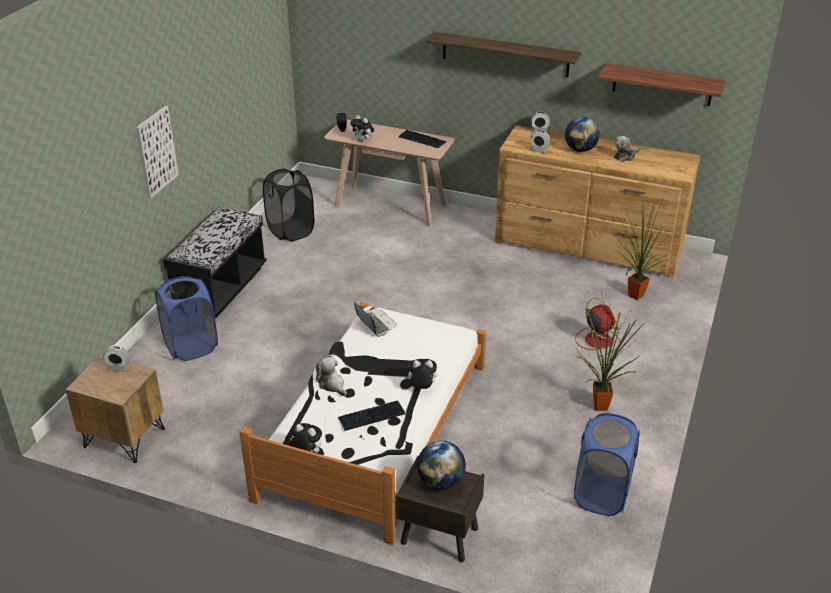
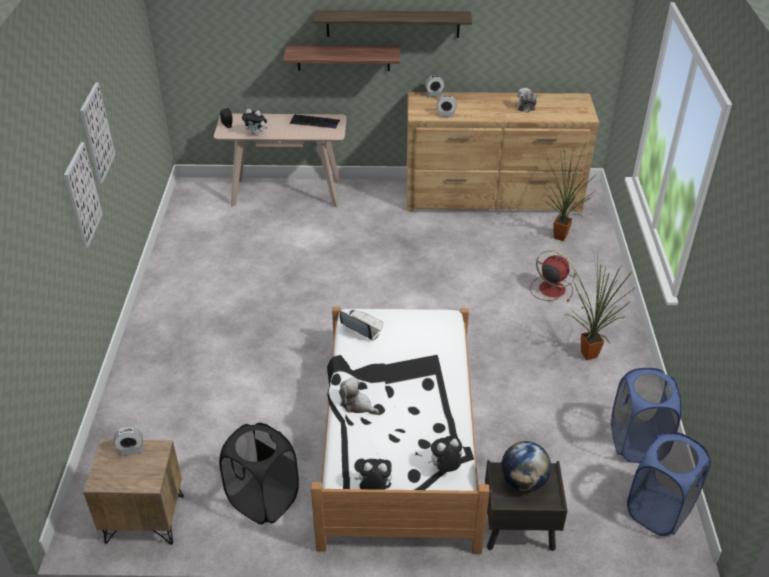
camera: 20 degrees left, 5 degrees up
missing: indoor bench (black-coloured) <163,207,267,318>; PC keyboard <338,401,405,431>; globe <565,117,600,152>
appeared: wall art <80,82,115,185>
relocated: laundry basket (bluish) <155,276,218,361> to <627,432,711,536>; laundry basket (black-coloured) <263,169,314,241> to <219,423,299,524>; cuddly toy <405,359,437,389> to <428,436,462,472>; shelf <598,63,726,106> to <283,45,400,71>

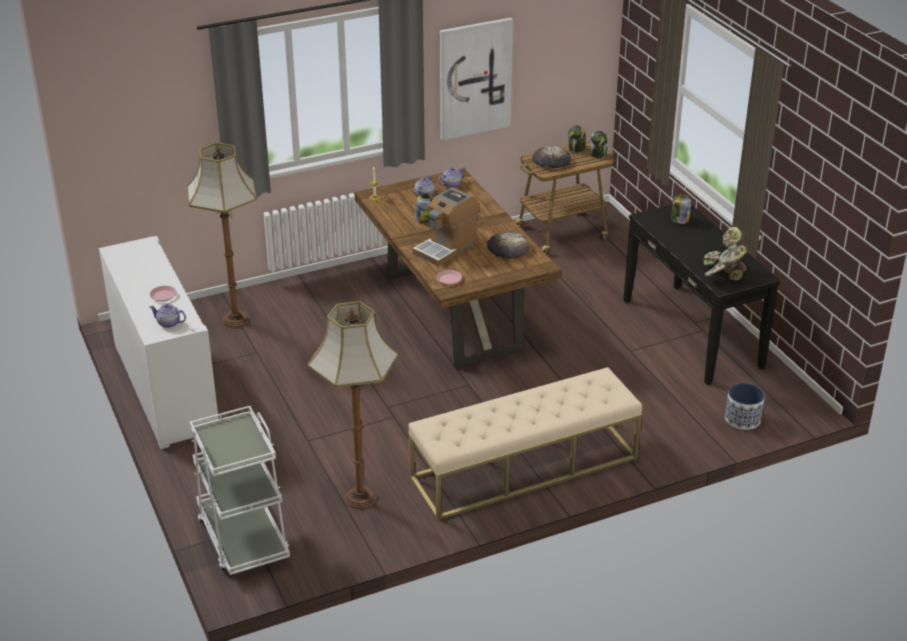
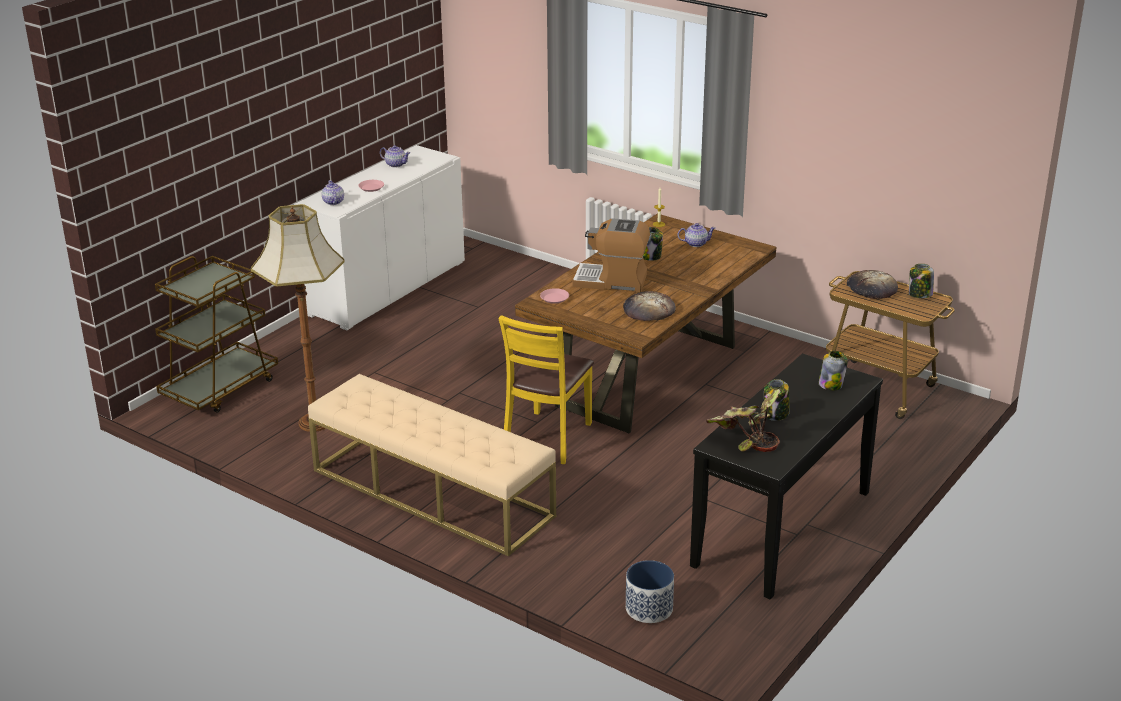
camera: 60 degrees right, 5 degrees down
missing: standard lamp <187,143,257,328>; wall art <440,18,513,140>
appeared: upright chair (yellow-coloured) <498,315,594,464>
relocated: teapot <438,167,465,188> to <380,145,410,168>; storage jar <590,131,607,158> to <764,379,790,421>
colour: cart (white-coloured) <190,406,290,575> to cart (brown-coloured) <155,256,278,413>

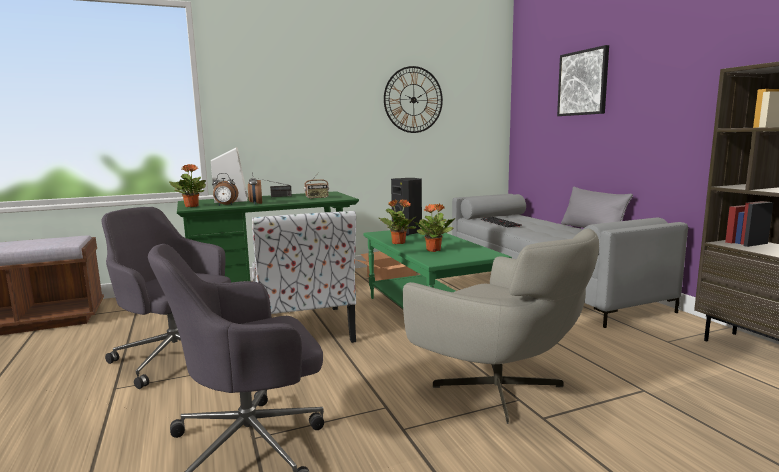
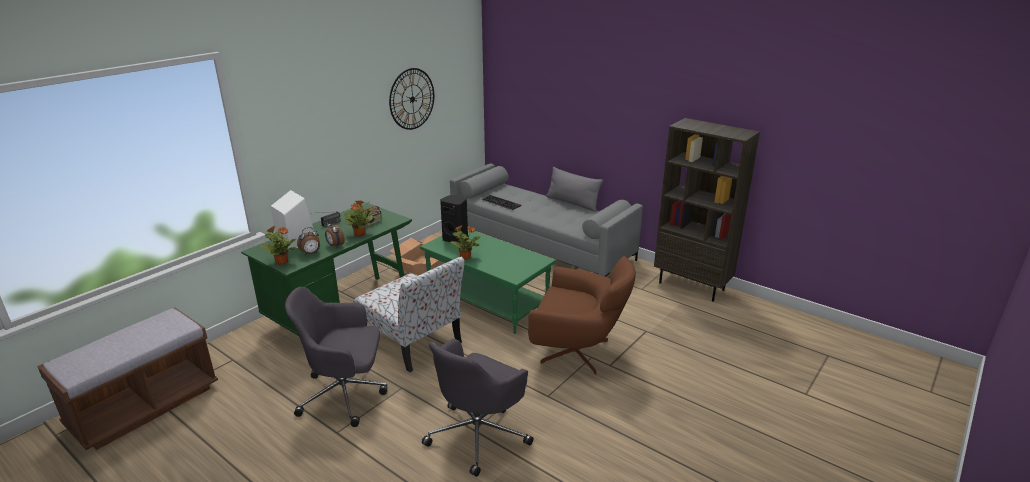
camera: 30 degrees left, 15 degrees up
missing: wall art <557,45,609,116>
relocated: potted plant <414,204,456,252> to <344,200,373,237>
colour: armchair (grey) <403,229,599,424> to armchair (brown-coloured) <528,256,636,375>

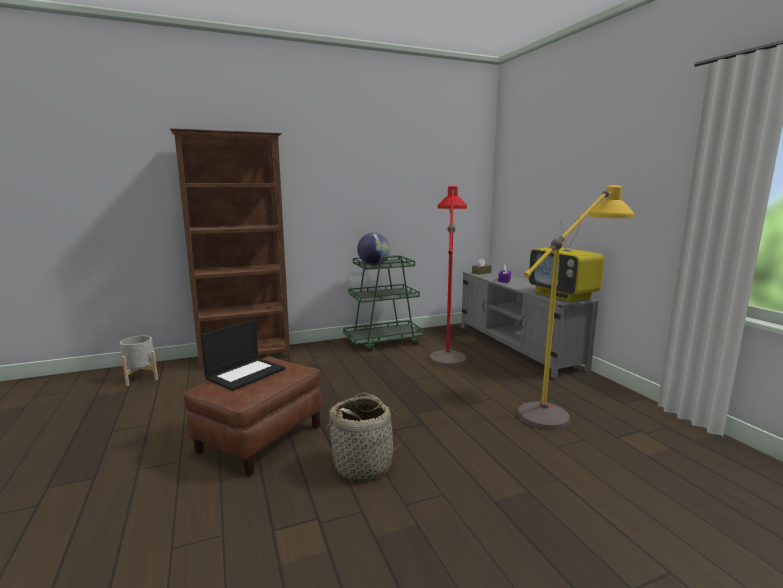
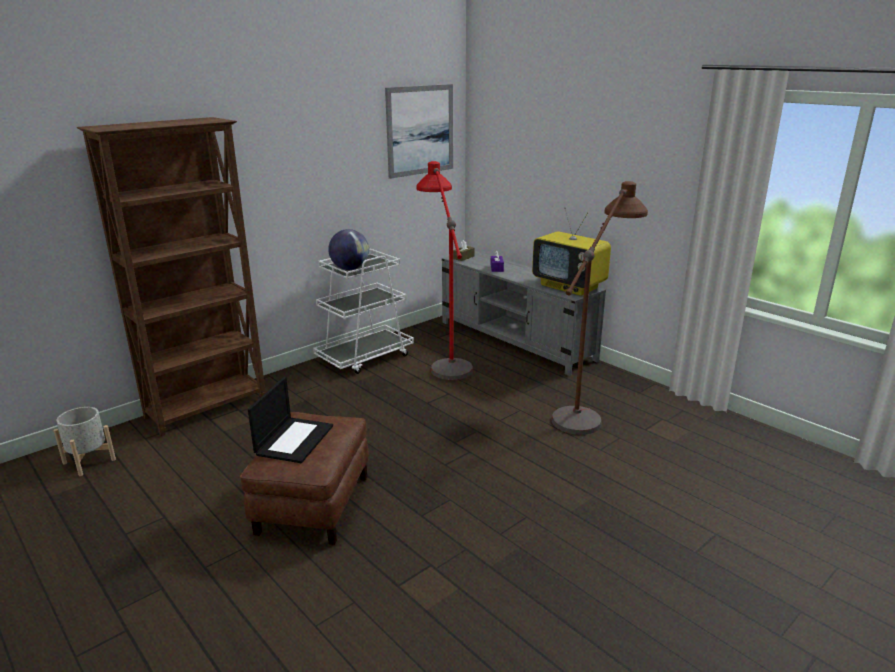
camera: 20 degrees left, 10 degrees up
missing: household basket <324,392,406,481>
appeared: wall art <385,84,453,179>
colour: cart (greenish) <343,255,425,352> to cart (white-coloured) <313,249,414,374>; standard lamp (yellow-coloured) <517,185,634,430> to standard lamp (brown-coloured) <551,181,648,435>

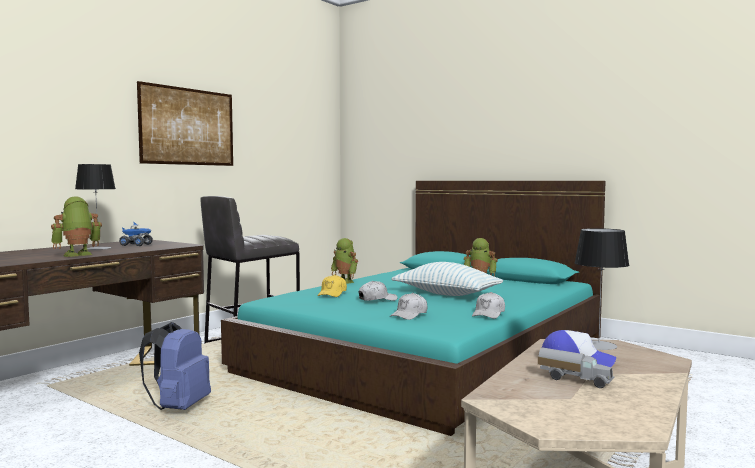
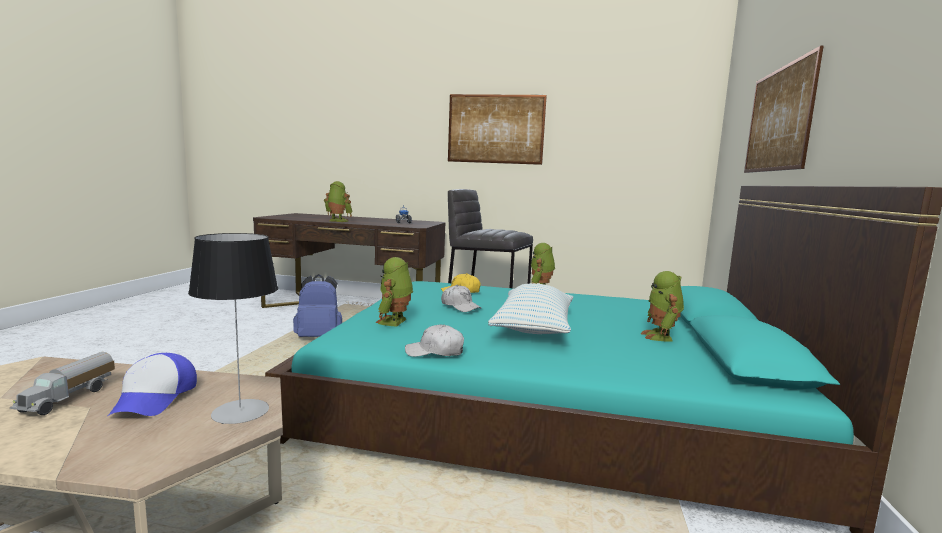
camera: 65 degrees right, 5 degrees up
missing: lamp for a table <75,164,115,250>
appeared: wall art <744,45,824,173>
exchanged: peaked cap (white-coloured) <390,293,427,320> to toy robot <376,257,413,327>

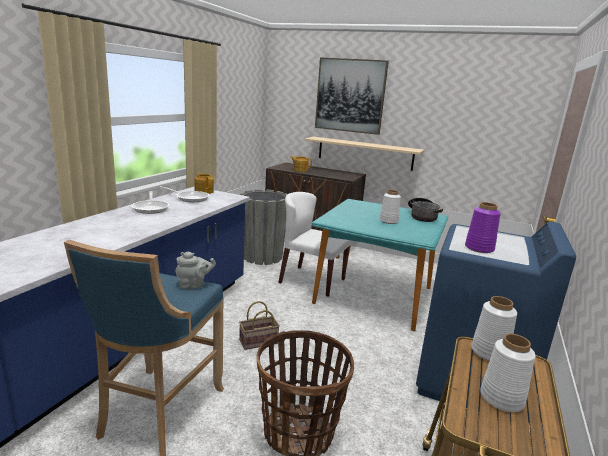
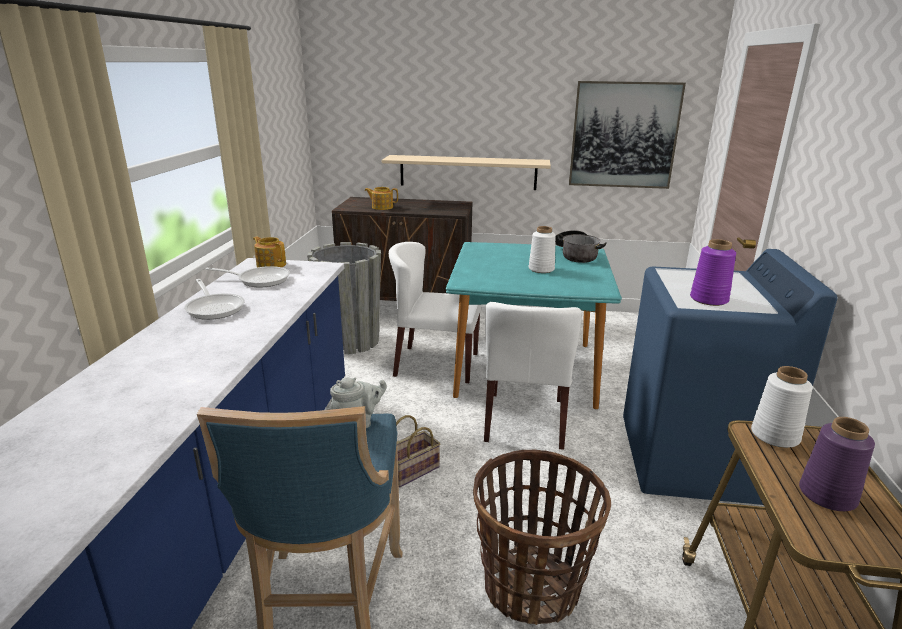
camera: 15 degrees left, 5 degrees up
appeared: upright chair (white-coloured) <484,302,582,450>
relocated: wall art <315,57,389,135> to <569,81,686,189>
colour: flower vase (white-coloured) <480,334,535,412> to flower vase (purple) <799,417,875,511>

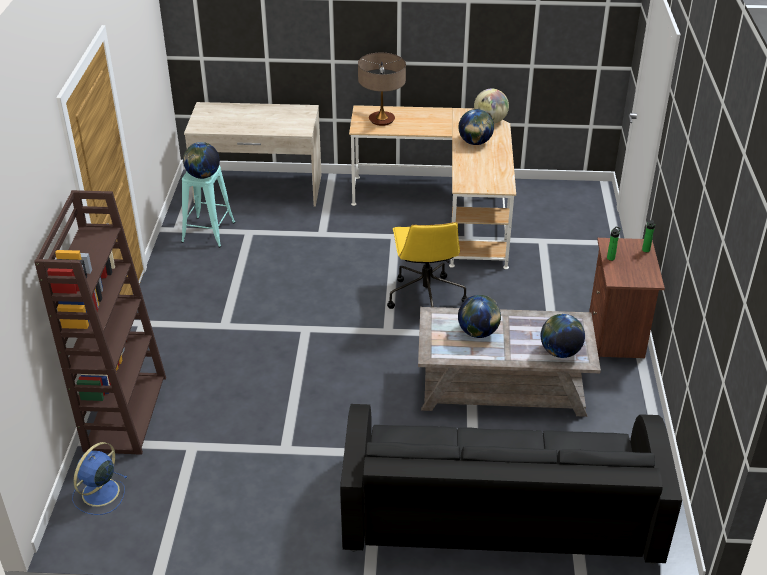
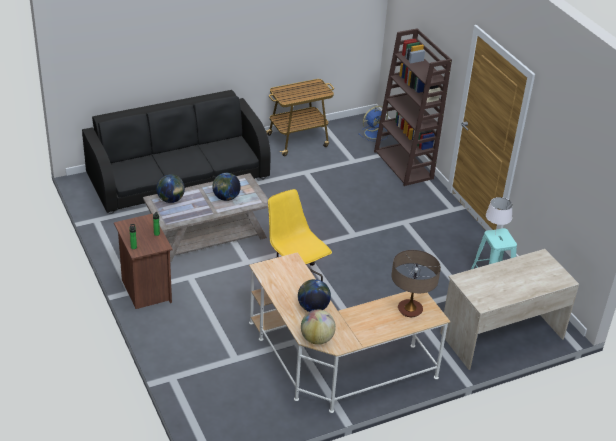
camera: 150 degrees right, 0 degrees up
appeared: cart <266,79,334,156>
exchanged: globe <183,142,220,179> to lamp for a table (white-coloured) <486,197,512,234>
spun: fan (bluish) <72,442,128,515> = <359,106,388,141> 60 degrees clockwise

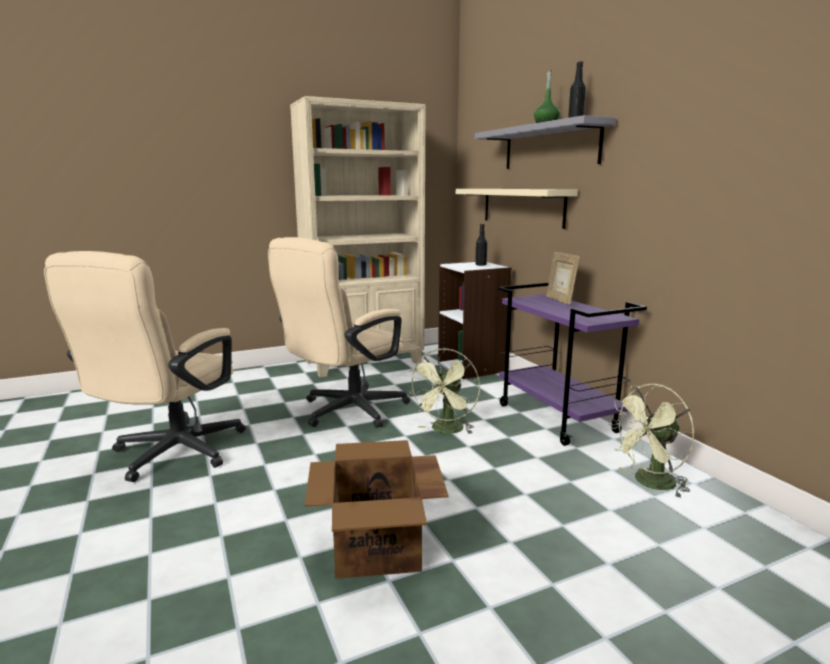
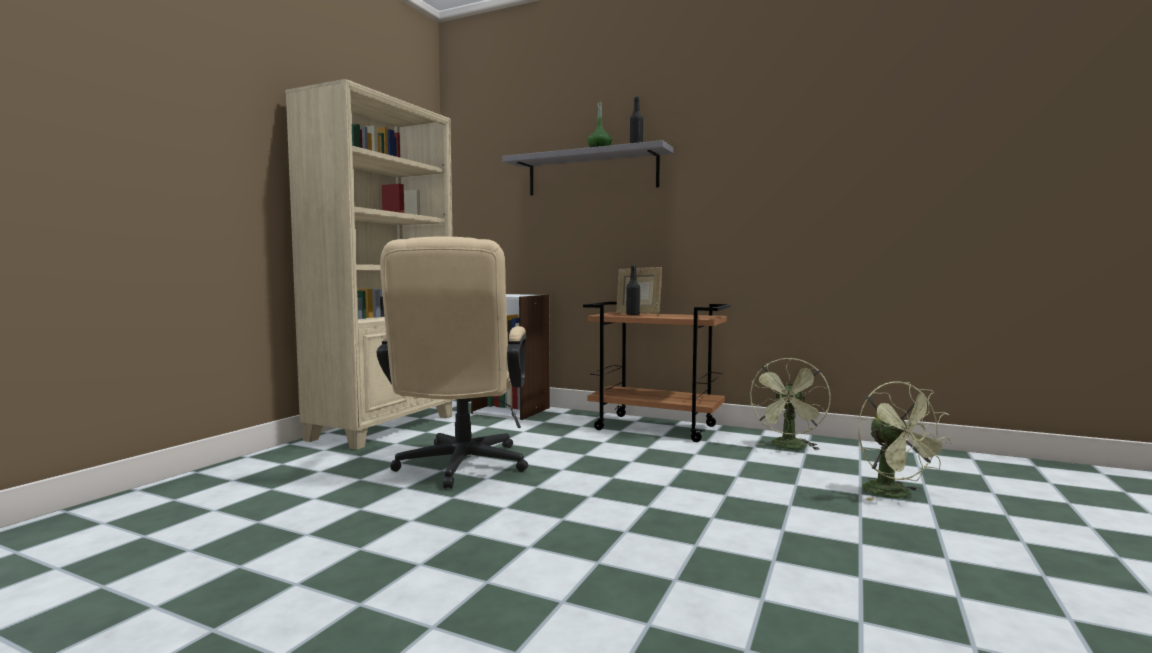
camera: 40 degrees left, 10 degrees down
missing: desk chair (sand-coloured) <44,251,246,482>; cardboard box <305,440,449,579>; shelf (sand-coloured) <456,189,578,229>
relocated: fan (greenish) <409,349,480,434> to <858,381,952,501>; bottle (black-coloured) <475,224,487,266> to <626,265,640,315>
colour: cart (purple) <498,283,647,446> to cart (brown-coloured) <583,302,731,442>

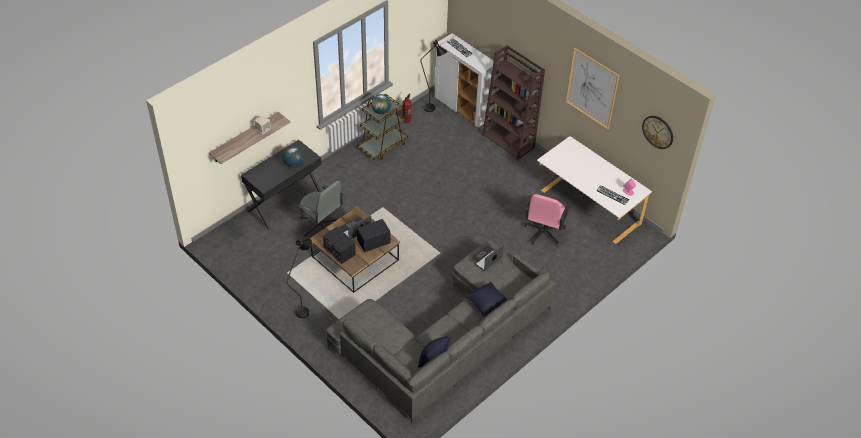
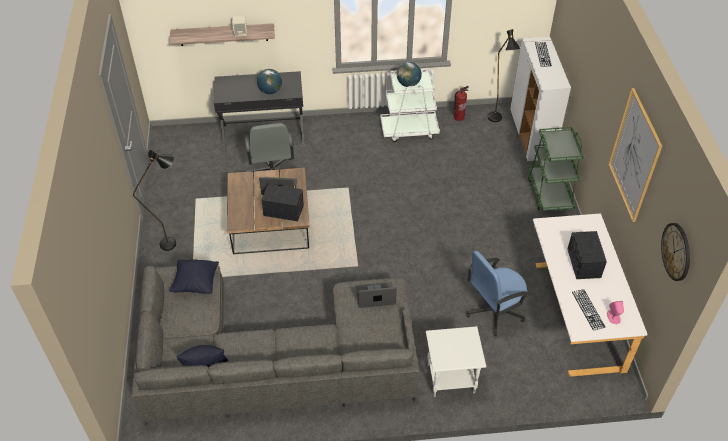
camera: 40 degrees right, 0 degrees up
appeared: accent table (white-coloured) <426,326,486,397>
relocated: radio <323,227,356,264> to <568,231,607,279>; pillow (black-coloured) <465,282,508,317> to <170,259,219,294>
exchanged: shelving unit (brown-coloured) <482,45,545,160> to cart (greenish) <528,127,584,211>
colour: cart (brown-coloured) <358,94,408,160> to cart (white-coloured) <380,69,440,142>; desk chair (pinkish) <524,194,570,246> to desk chair (bluish) <466,251,529,336>

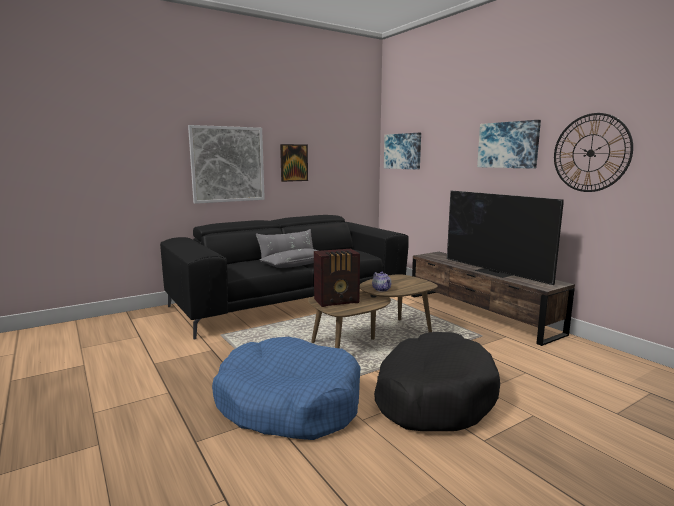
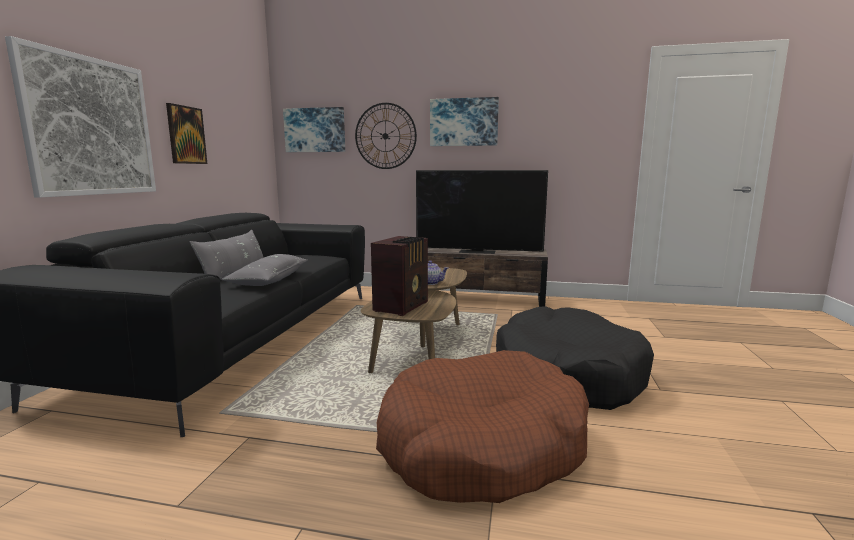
camera: 45 degrees left, 0 degrees up
relocated: clock on the wall <554,113,633,192> to <355,103,417,169>
colour: pet bed (bluish) <212,337,361,440> to pet bed (brown-coloured) <376,350,589,503>

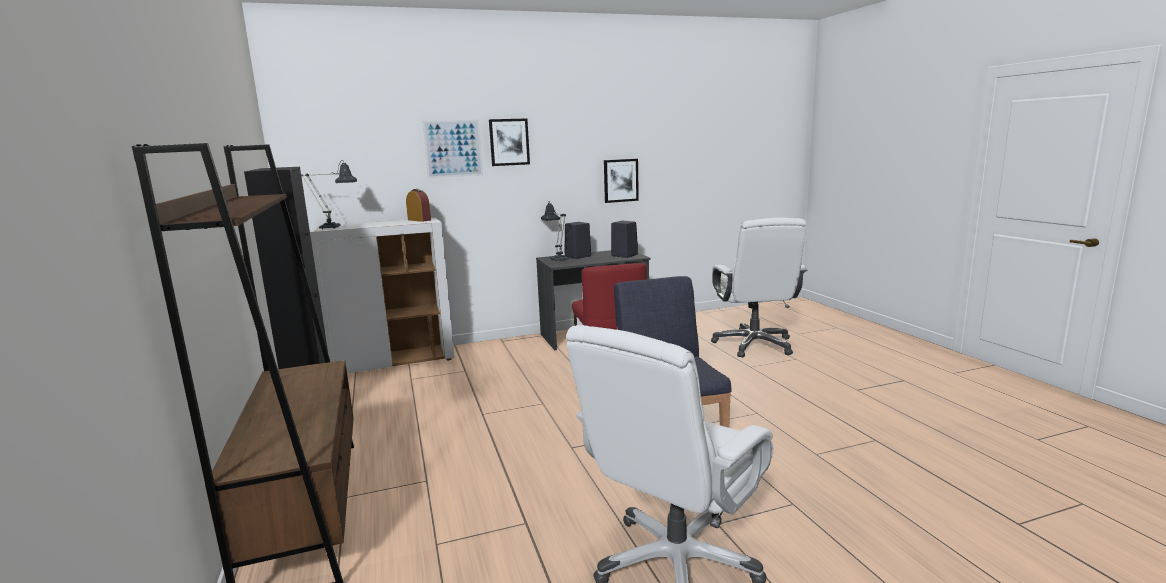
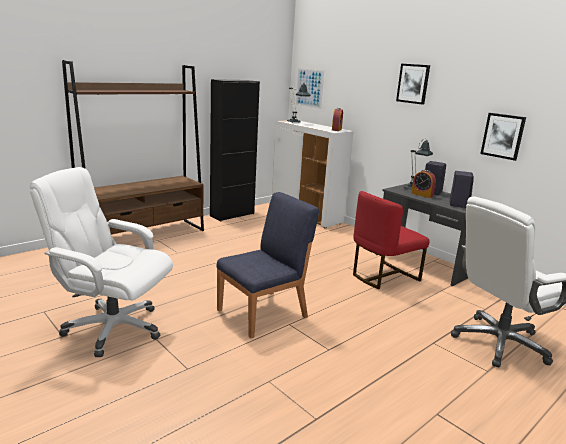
camera: 65 degrees right, 5 degrees up
appeared: alarm clock <411,170,436,198>
relocated: wall art <422,119,483,178> to <296,68,324,109>

